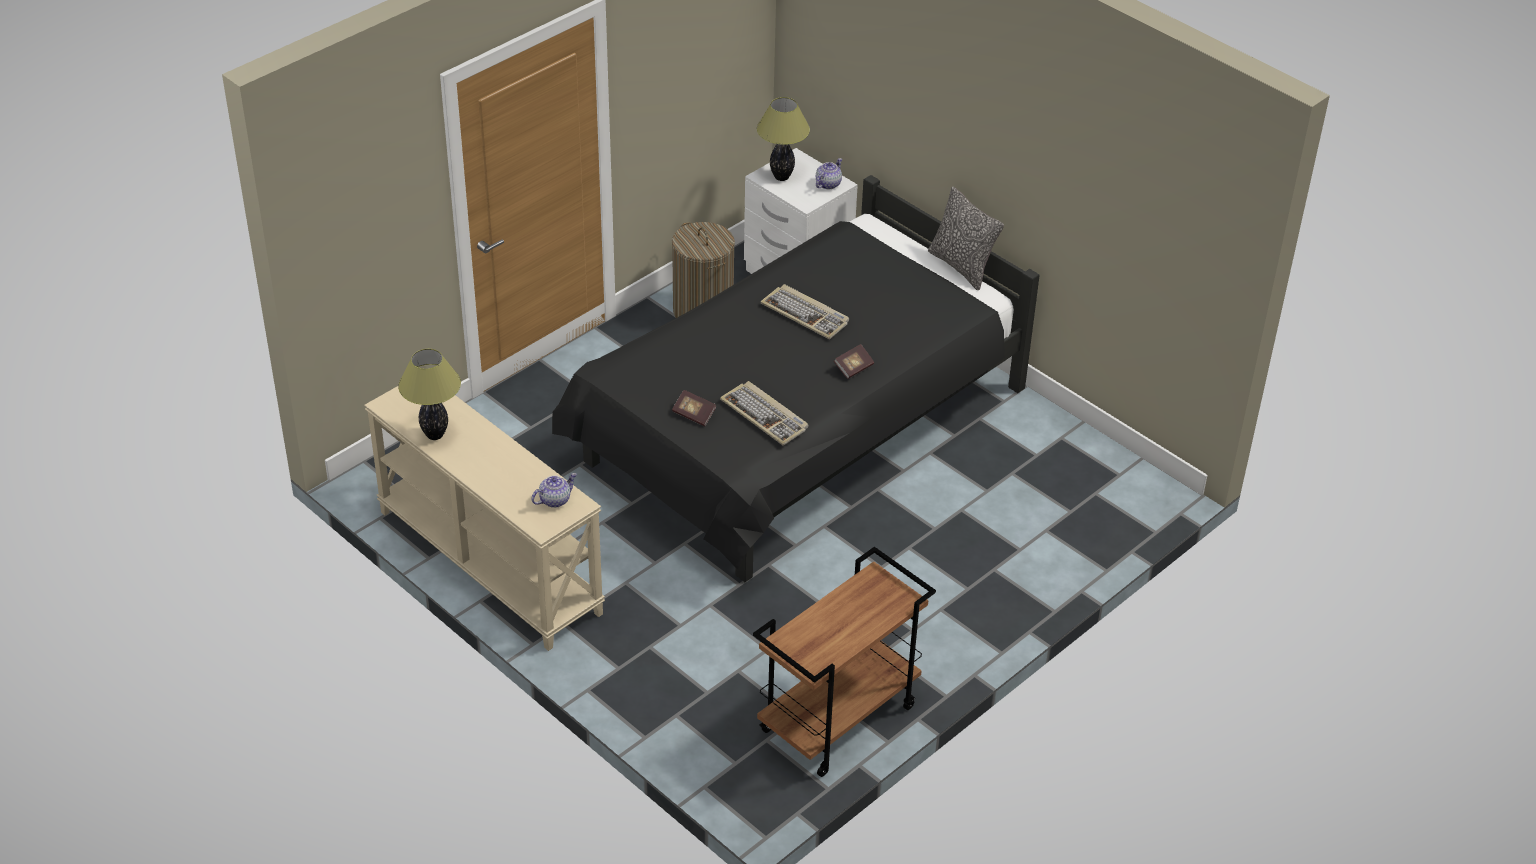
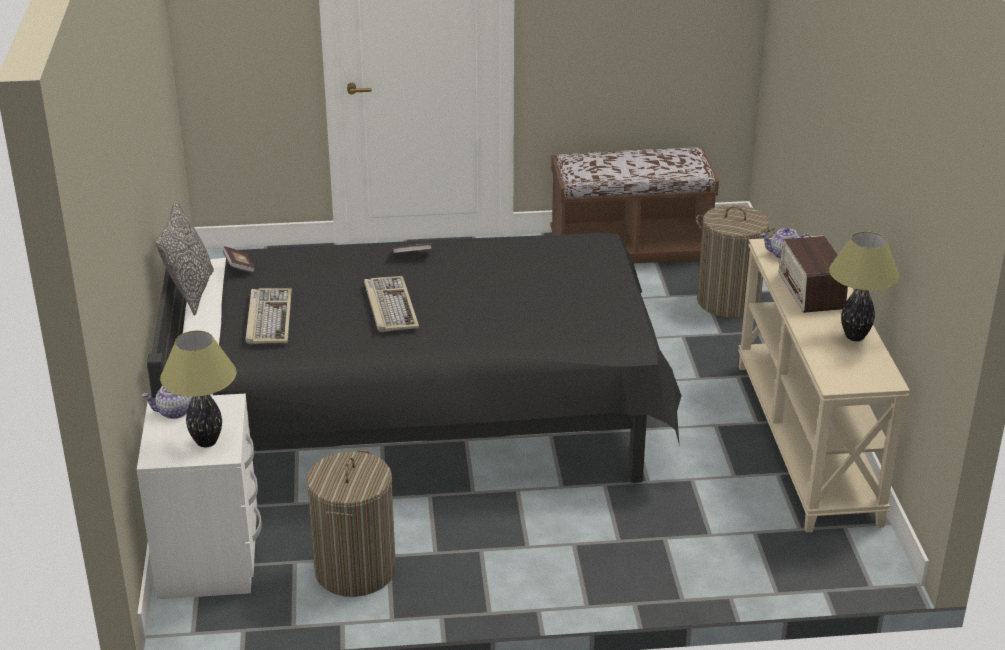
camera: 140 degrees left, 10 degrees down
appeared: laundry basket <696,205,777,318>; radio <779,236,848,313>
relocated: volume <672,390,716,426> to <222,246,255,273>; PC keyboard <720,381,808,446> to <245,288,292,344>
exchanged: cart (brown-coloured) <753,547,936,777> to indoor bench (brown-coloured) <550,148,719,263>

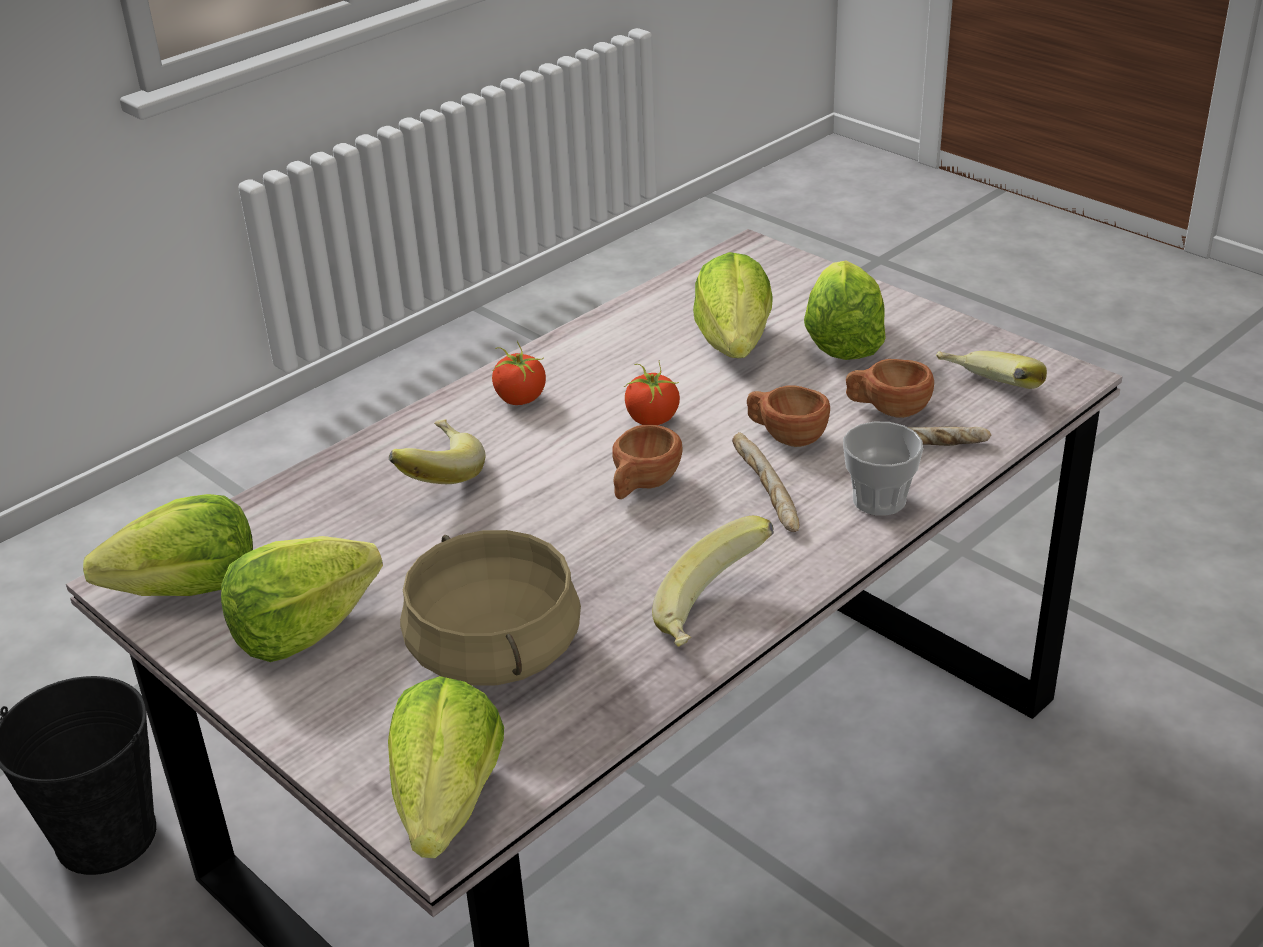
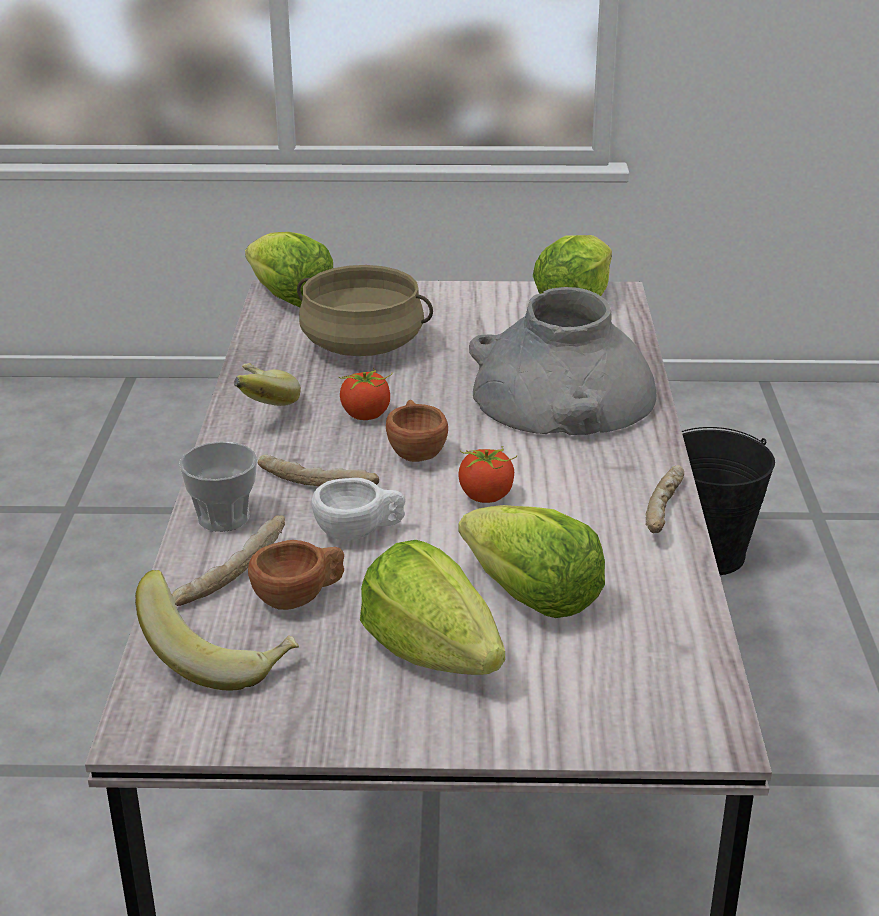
camera: 135 degrees right, 5 degrees down
missing: head of lettuce <221,536,383,662>
appeared: bakery bread <645,465,684,533>
relocated: fresh tomato <492,341,546,405> to <339,368,393,420>
exchanged: whole banana <388,419,485,484> to flower vase (grey) <469,287,656,435>
colour: cup (brown-coloured) <747,385,830,447> to cup (white-coloured) <311,478,405,540>

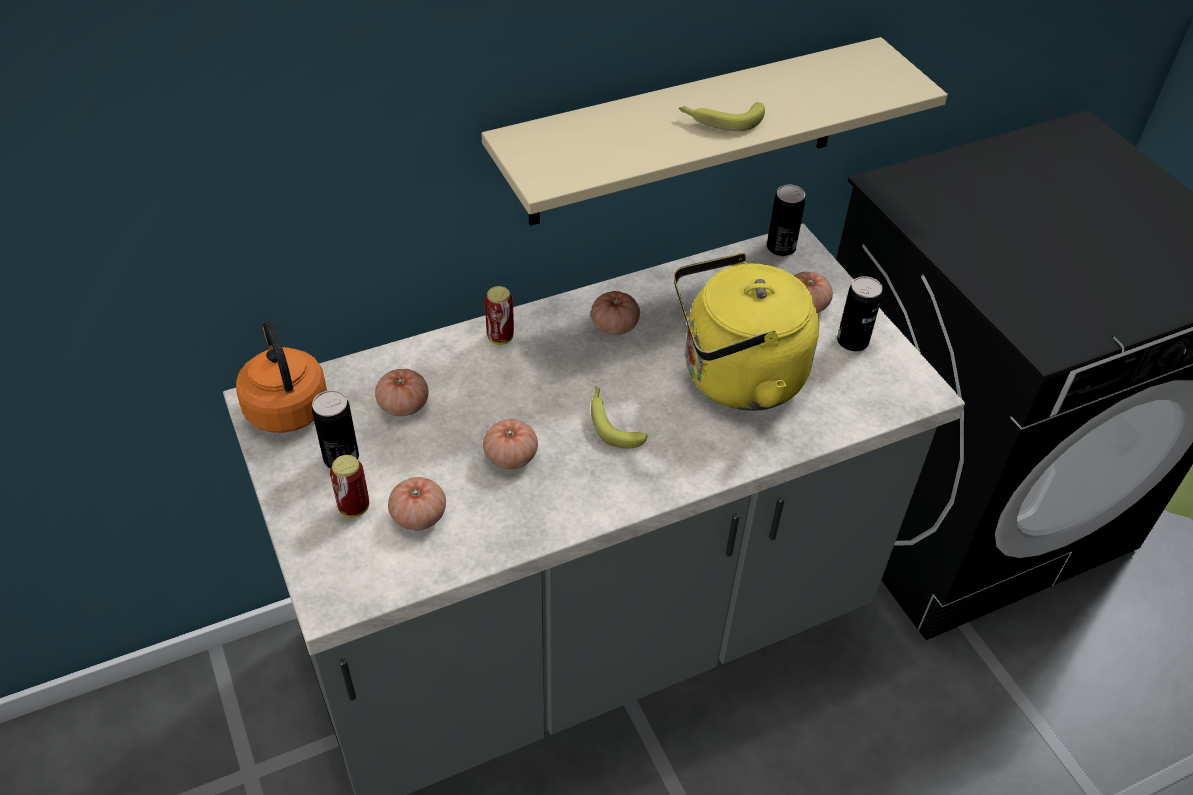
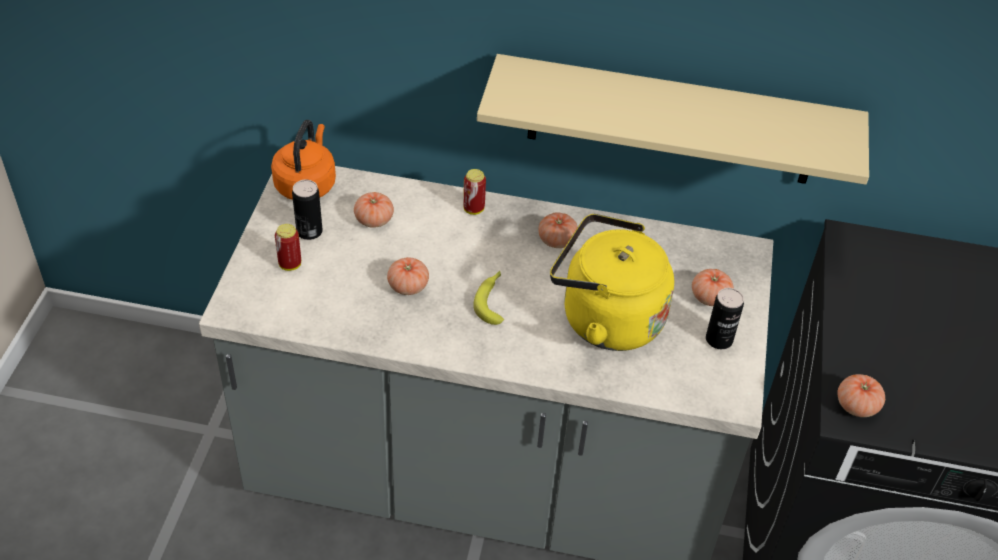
camera: 35 degrees right, 0 degrees up
missing: whole banana <679,102,765,131>; metal can <767,184,806,256>
relocated: fresh tomato <388,477,446,530> to <838,374,885,417>

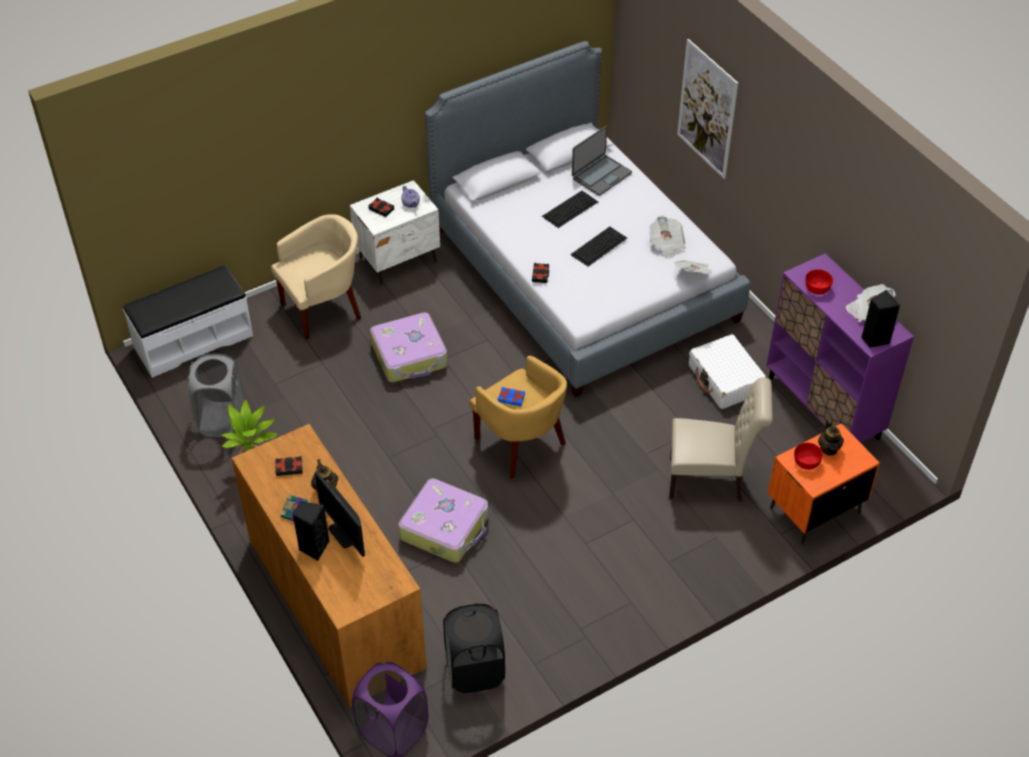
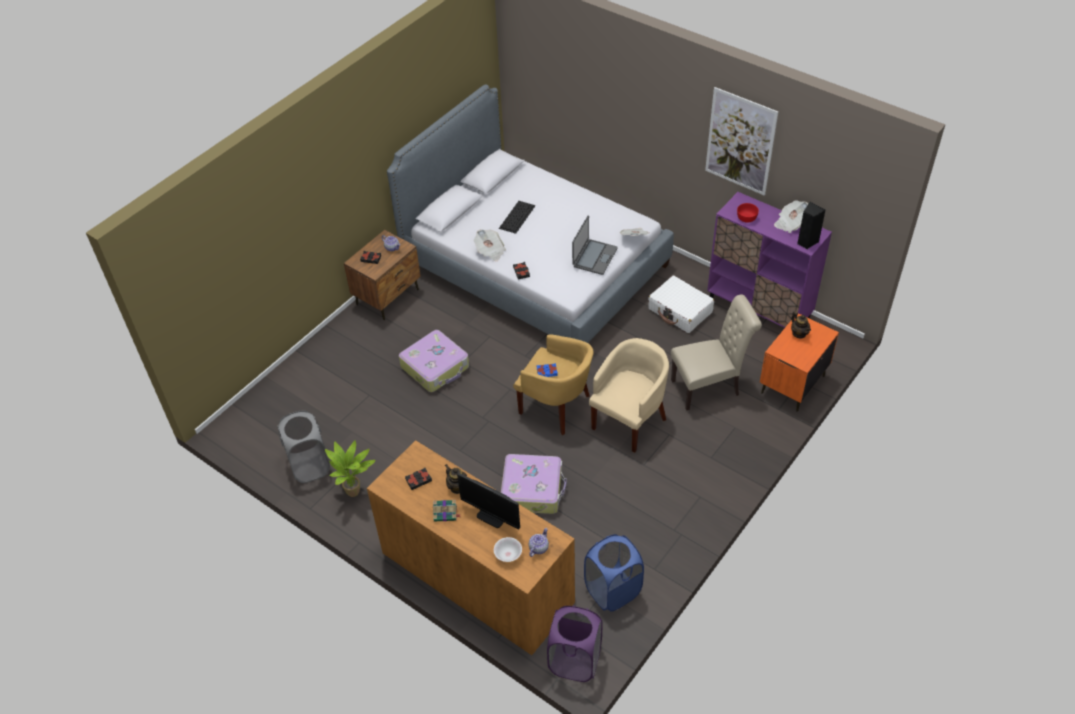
camera: 20 degrees left, 0 degrees up
missing: indoor bench (white-coloured) <123,265,253,378>; audio speaker (black-coloured) <293,501,329,561>; PC keyboard <570,227,627,266>; bowl (red-coloured) <794,443,823,470>
appeared: bowl (white-coloured) <494,537,522,562>; teapot <529,528,549,557>
relocated: armchair (sand-coloured) <271,214,361,340> to <589,338,669,453>; portable computer <572,126,632,196> to <572,215,618,275>; daily paper <649,215,686,259> to <474,229,506,261>; wall art <677,39,738,179> to <705,87,778,196>
colour: night table (white-coloured) <350,180,440,285> to night table (brown-coloured) <344,230,421,320>; laundry basket (black-coloured) <443,603,505,693> to laundry basket (bluish) <584,534,644,611>

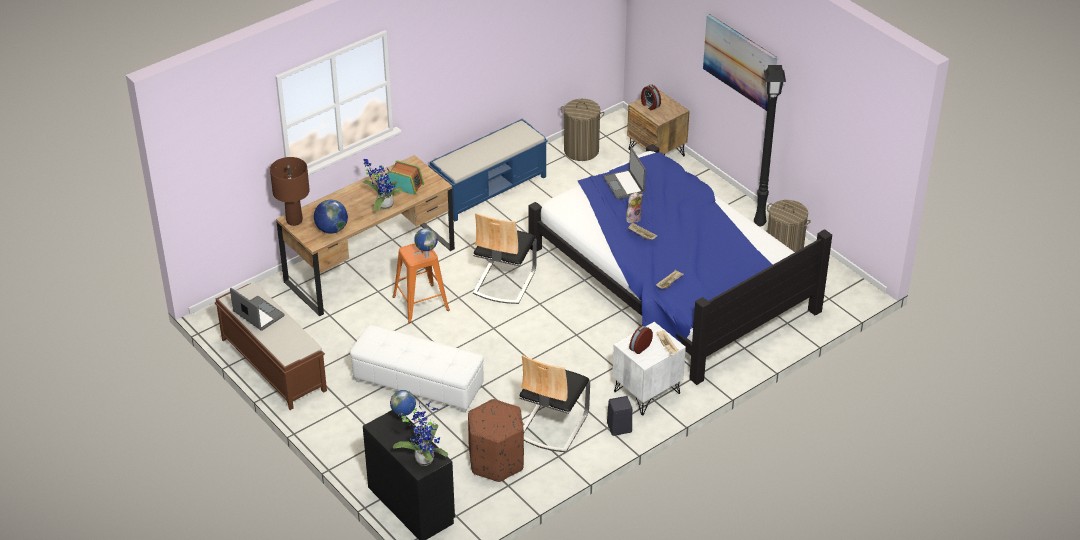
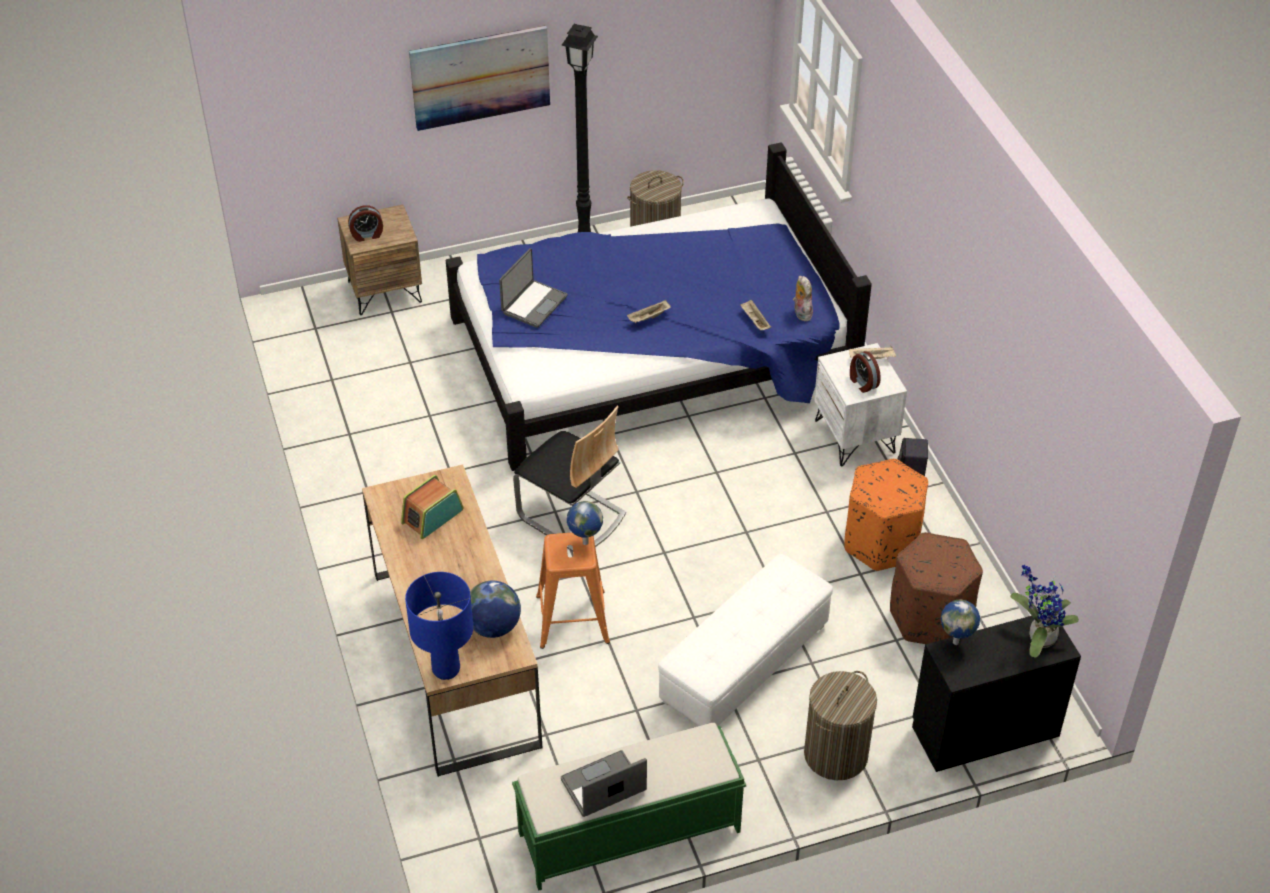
camera: 70 degrees left, 5 degrees up
missing: potted plant <363,158,403,211>; indoor bench (bluish) <429,119,548,221>
relocated: laundry basket <560,99,605,161> to <804,671,877,780>; cuddly toy <626,192,643,223> to <793,276,813,321>
exchanged: upright chair <519,355,590,452> to pouffe (orangey) <844,459,928,571>
colour: indoor bench (brown-coloured) <215,282,327,410> to indoor bench (greenish) <512,723,746,891>; lamp for a table (brown-coloured) <270,157,310,226> to lamp for a table (bluish) <405,572,473,680>
spun: portable computer <603,147,646,200> = <499,248,568,328> 60 degrees counterclockwise

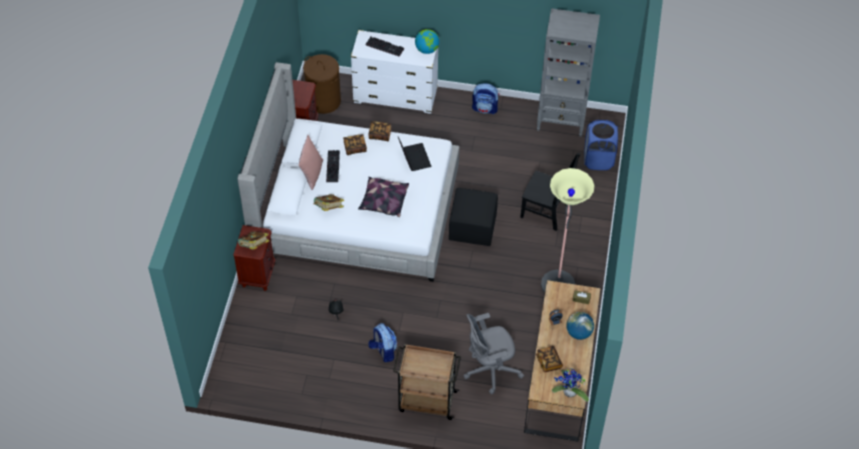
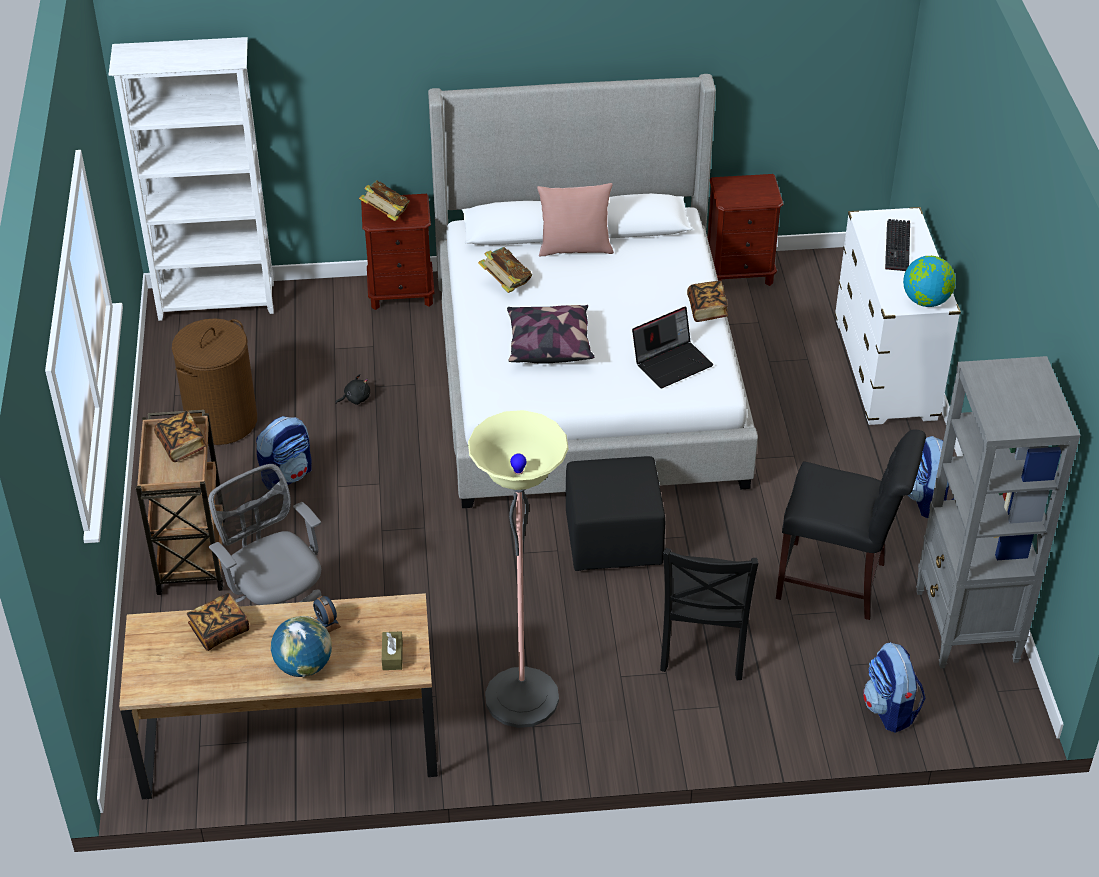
camera: 75 degrees right, 10 degrees down
missing: PC keyboard <326,150,340,182>; potted plant <552,368,589,402>
appeared: shelving unit (white-coloured) <108,37,274,321>; upright chair (black-coloured) <776,429,926,620>
relocated: laundry basket (brown-coloured) <303,54,341,114> to <172,318,257,445>; volume <343,134,367,155> to <154,411,207,462>
exchanged: laundry basket (bluish) <584,120,618,170> to knapsack <863,642,925,733>

